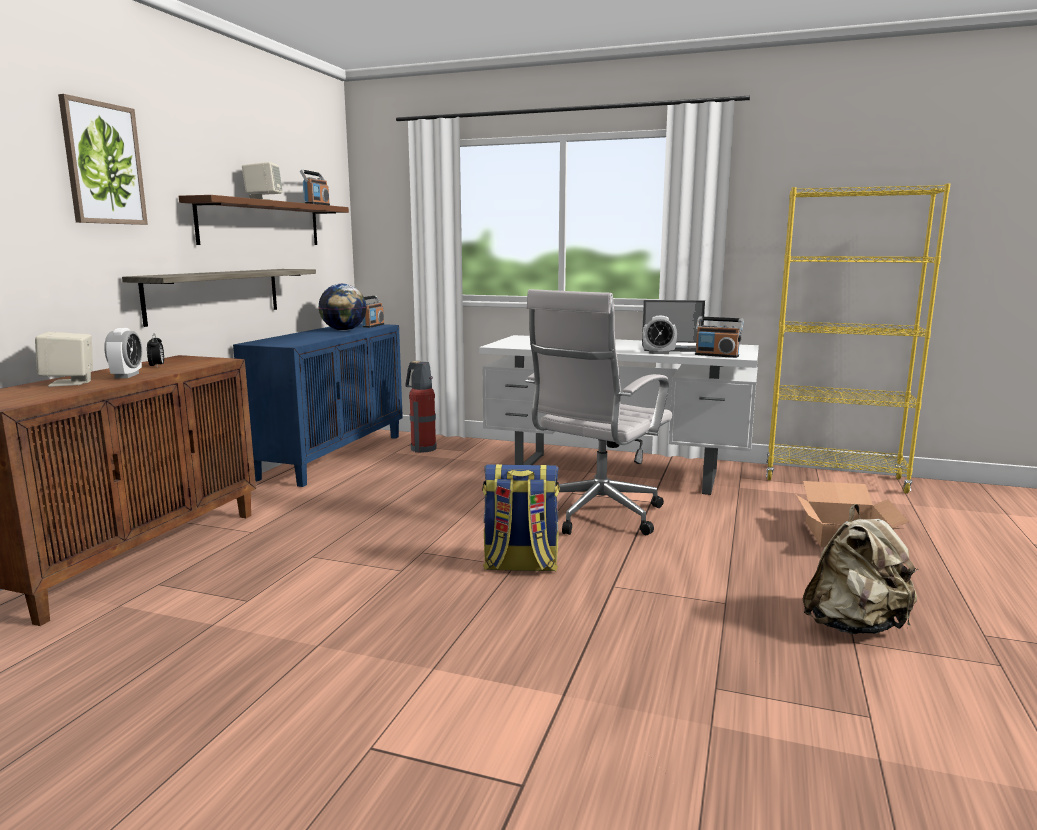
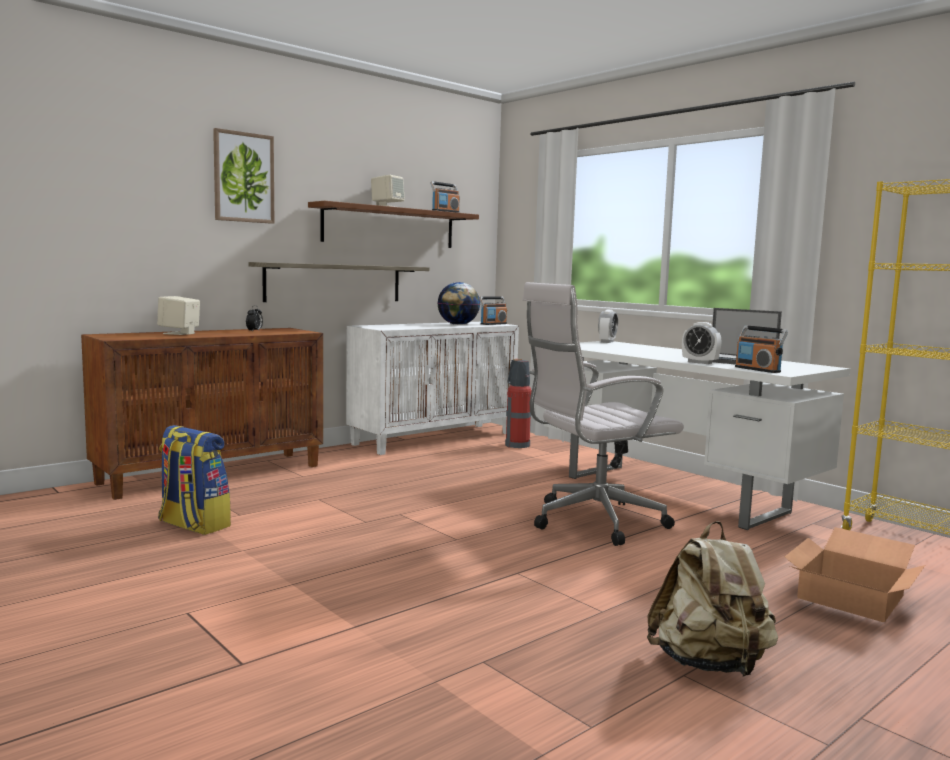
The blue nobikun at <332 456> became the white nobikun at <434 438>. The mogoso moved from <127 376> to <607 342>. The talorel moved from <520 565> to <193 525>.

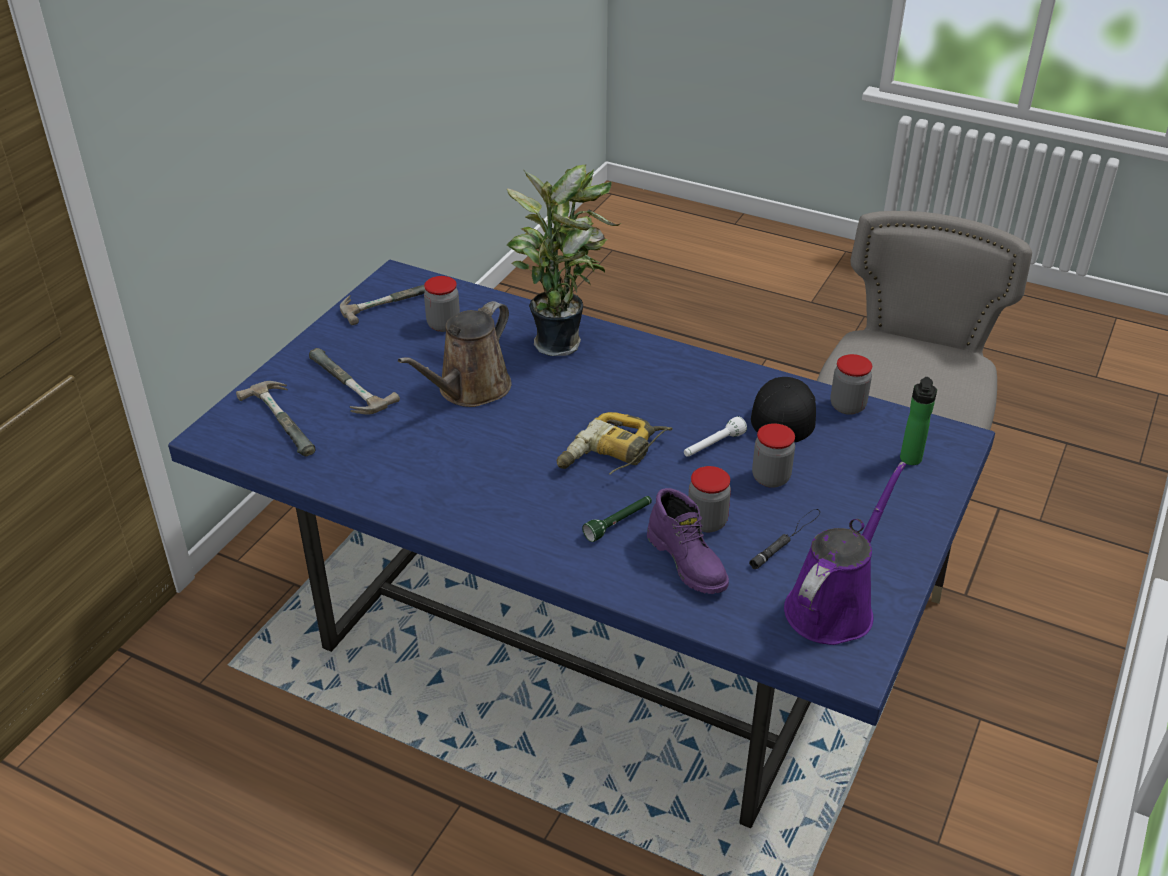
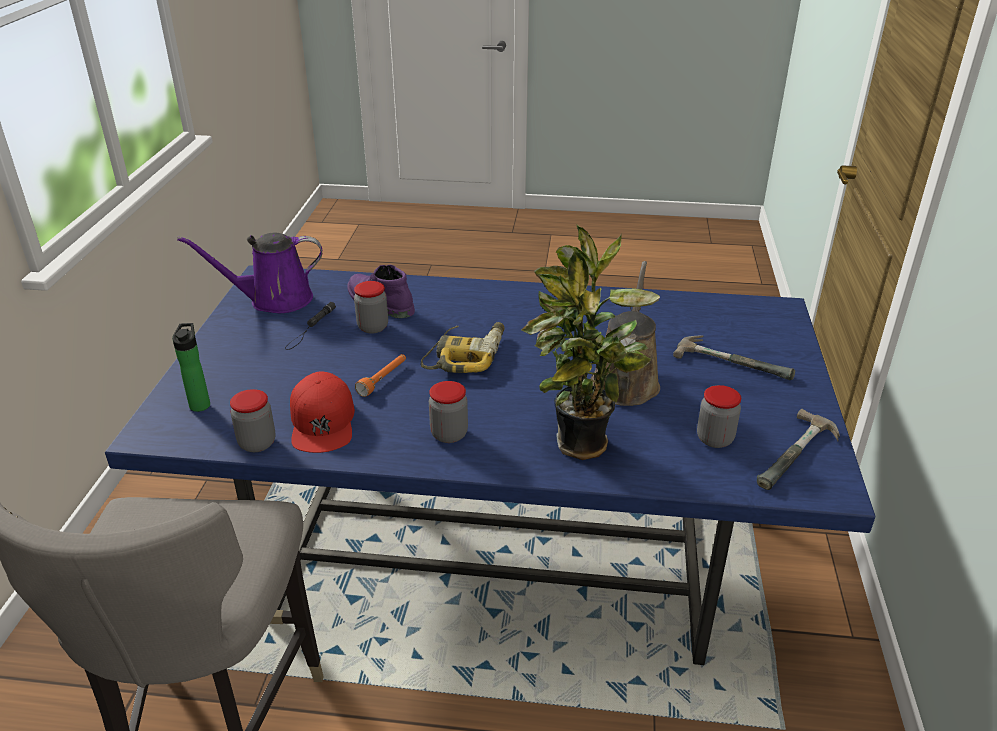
The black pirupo at <783 413> became the red pirupo at <323 422>. The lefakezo at <288 419> disappeared. The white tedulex at <713 446> became the orange tedulex at <383 379>. The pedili moved from <771 478> to <449 434>. The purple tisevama at <833 606> turned 60 degrees clockwise. The green tedulex at <619 523> disappeared.

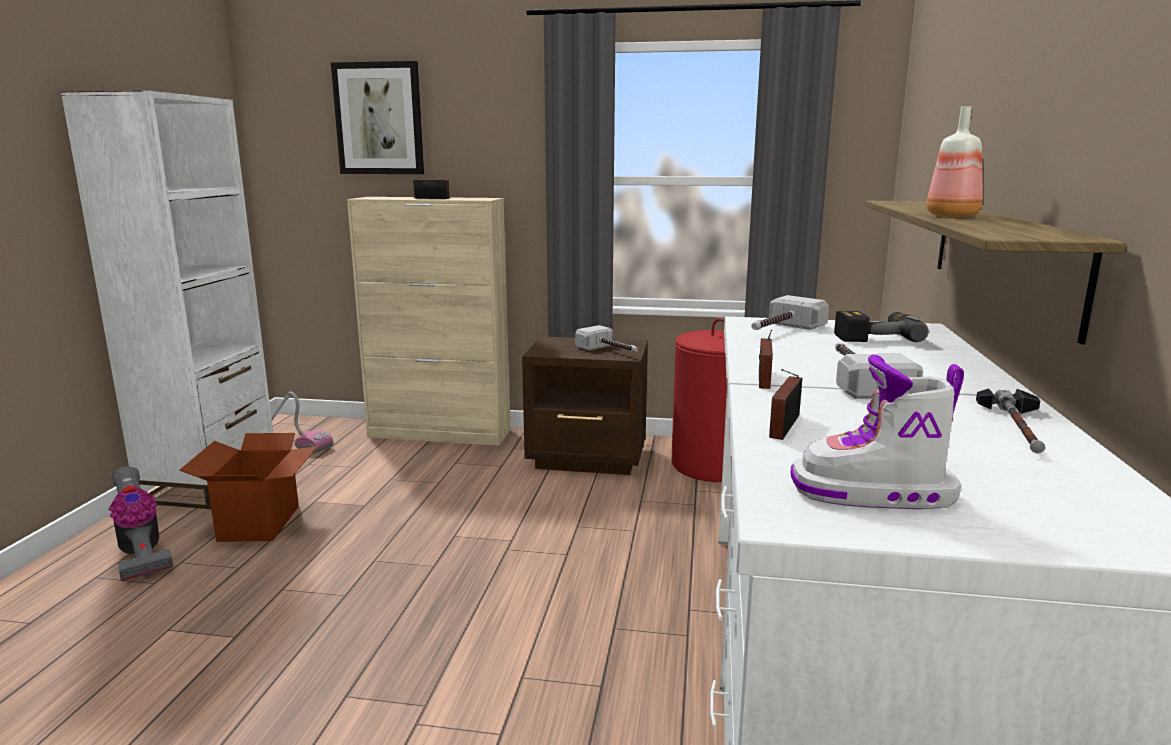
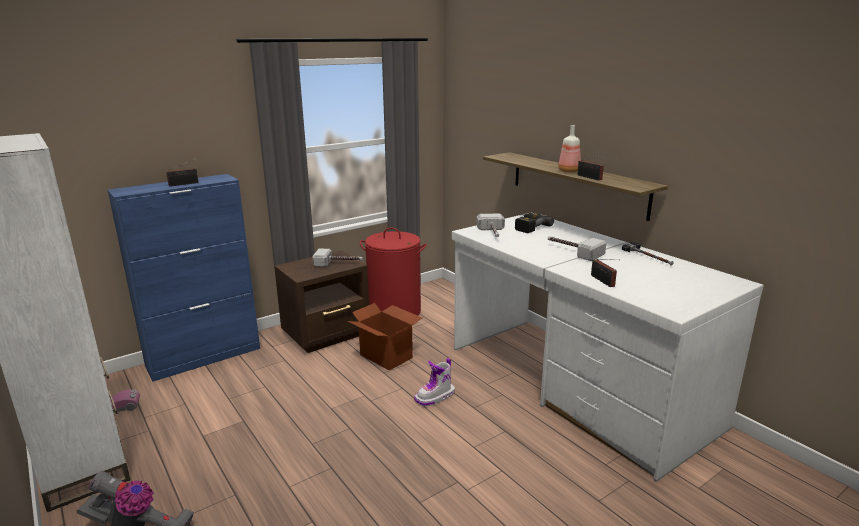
The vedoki at <379 119> disappeared. The beige nobikun at <440 434> became the blue nobikun at <205 357>. The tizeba moved from <763 380> to <590 178>. The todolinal moved from <873 494> to <435 397>. The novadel moved from <260 523> to <386 356>.

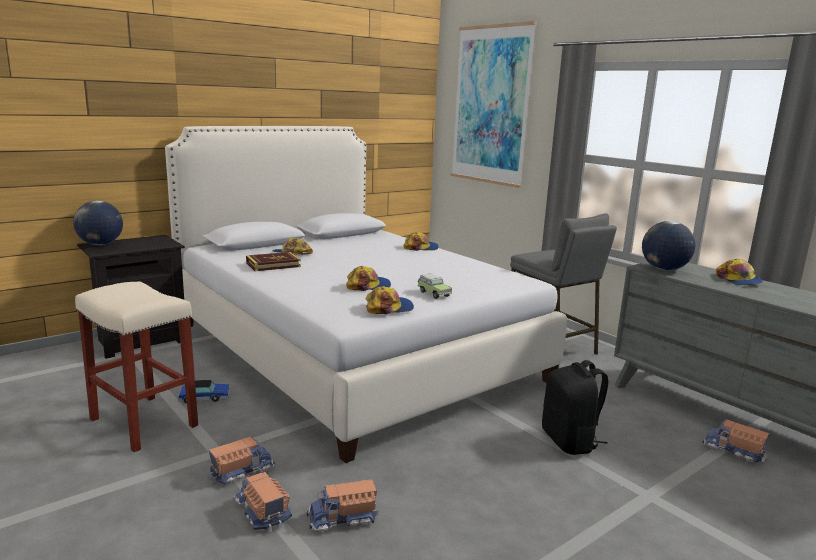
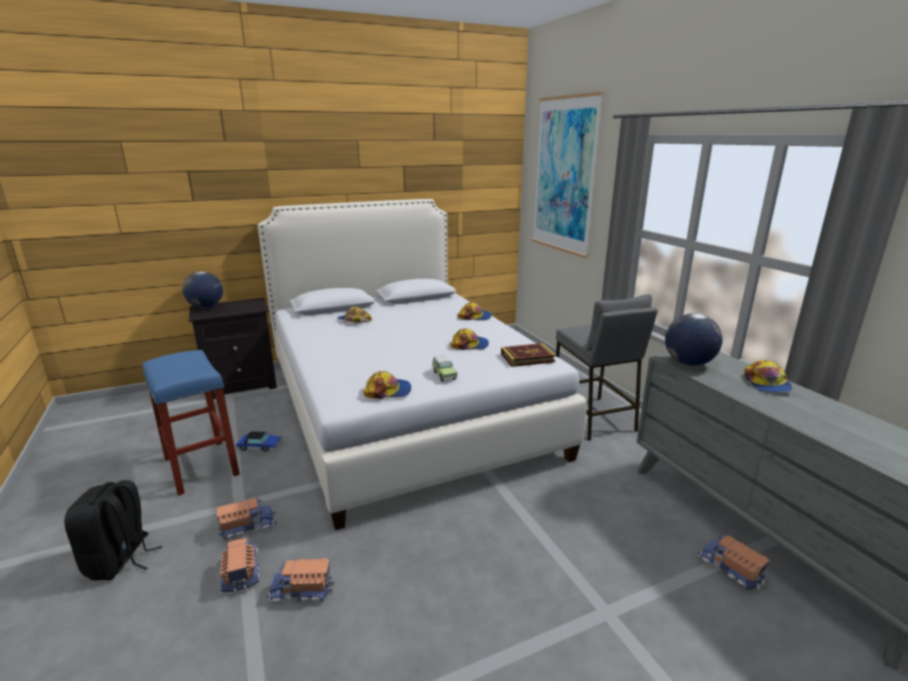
The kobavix moved from <273 265> to <527 358>. The pirupo moved from <368 286> to <469 345>. The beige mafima at <145 423> became the blue mafima at <202 467>. The black talorel moved from <570 441> to <120 560>.

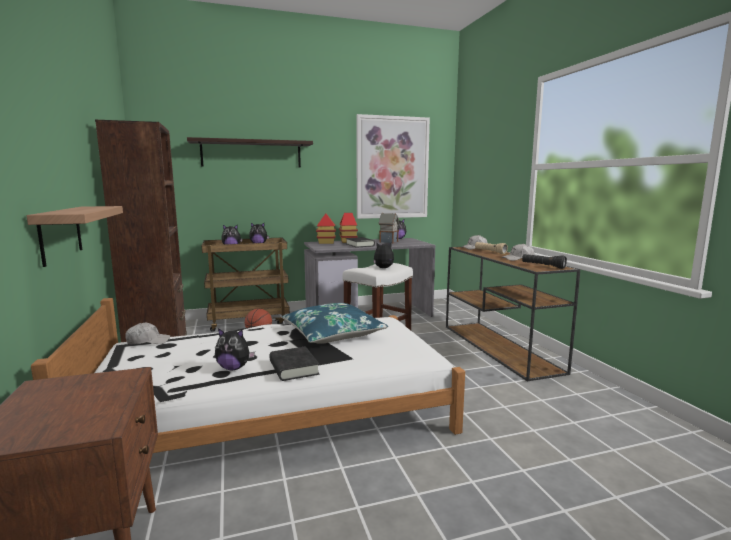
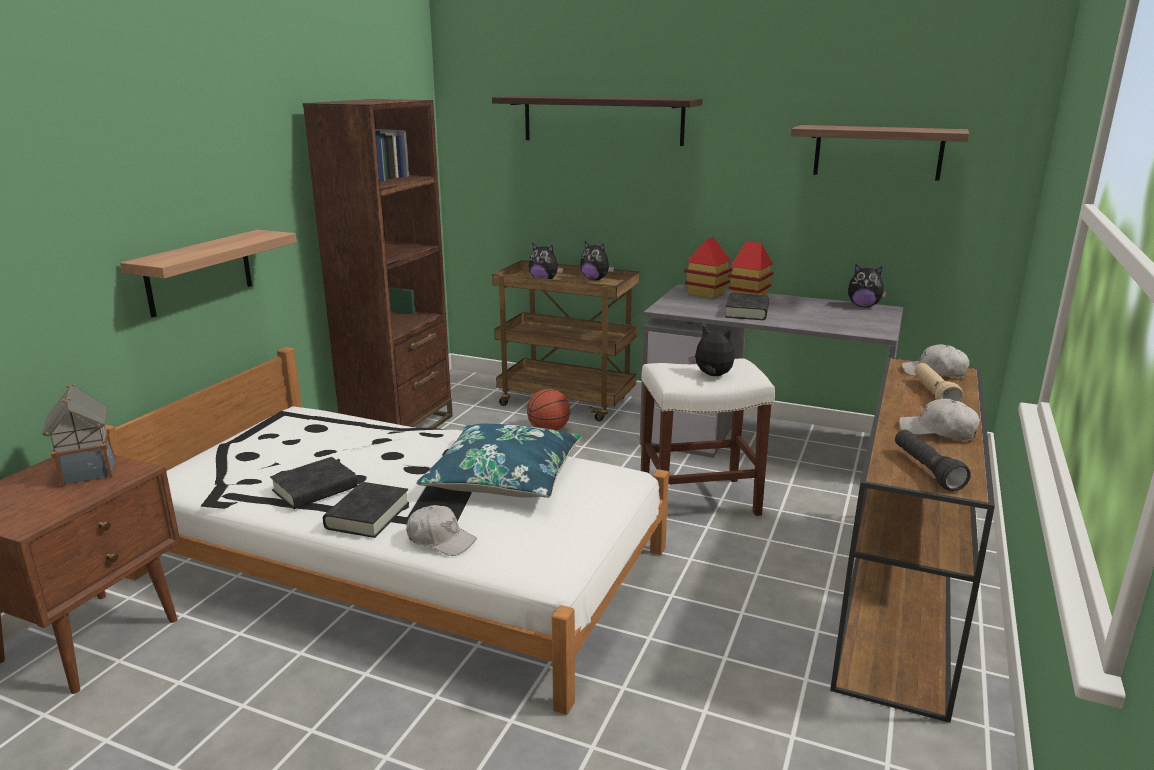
The vedoki at <392 168> was replaced by the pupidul at <877 152>. The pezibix moved from <388 242> to <88 472>. The white pirupo moved from <148 341> to <441 540>. The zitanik at <234 368> was replaced by the black kobavix at <315 489>.

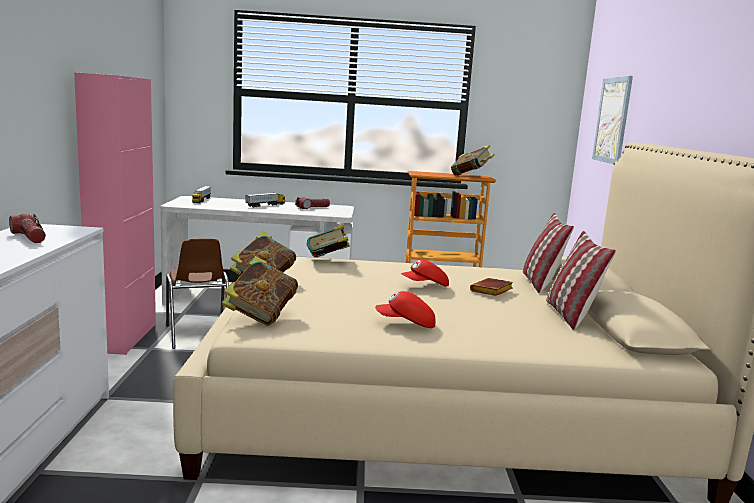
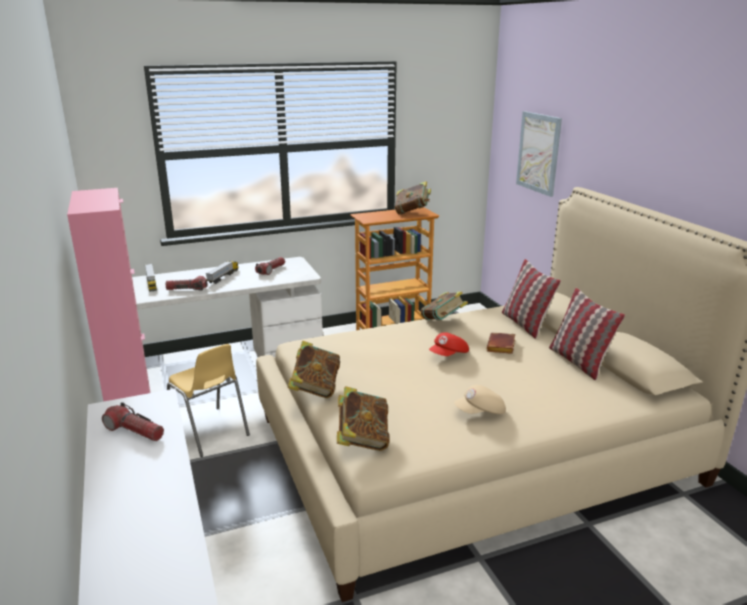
The kobavix moved from <328 261> to <443 322>. The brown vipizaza at <197 335> became the yellow vipizaza at <209 432>. The red pirupo at <406 324> became the beige pirupo at <480 412>. The tedulex at <187 289> appeared.

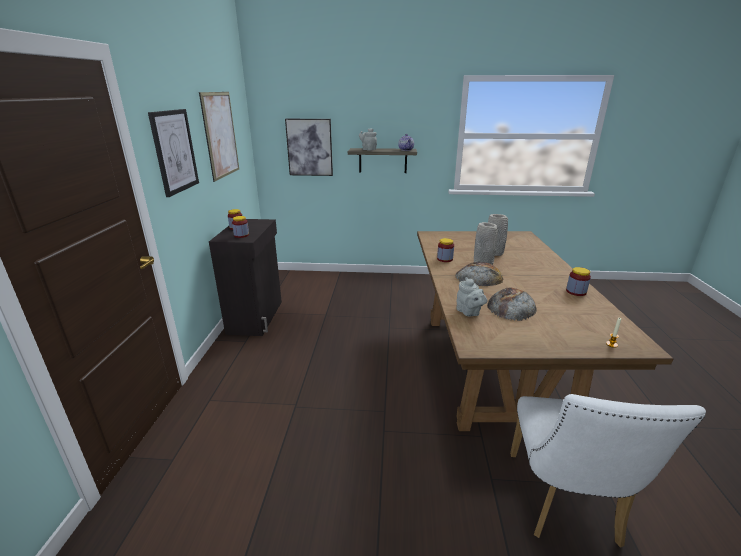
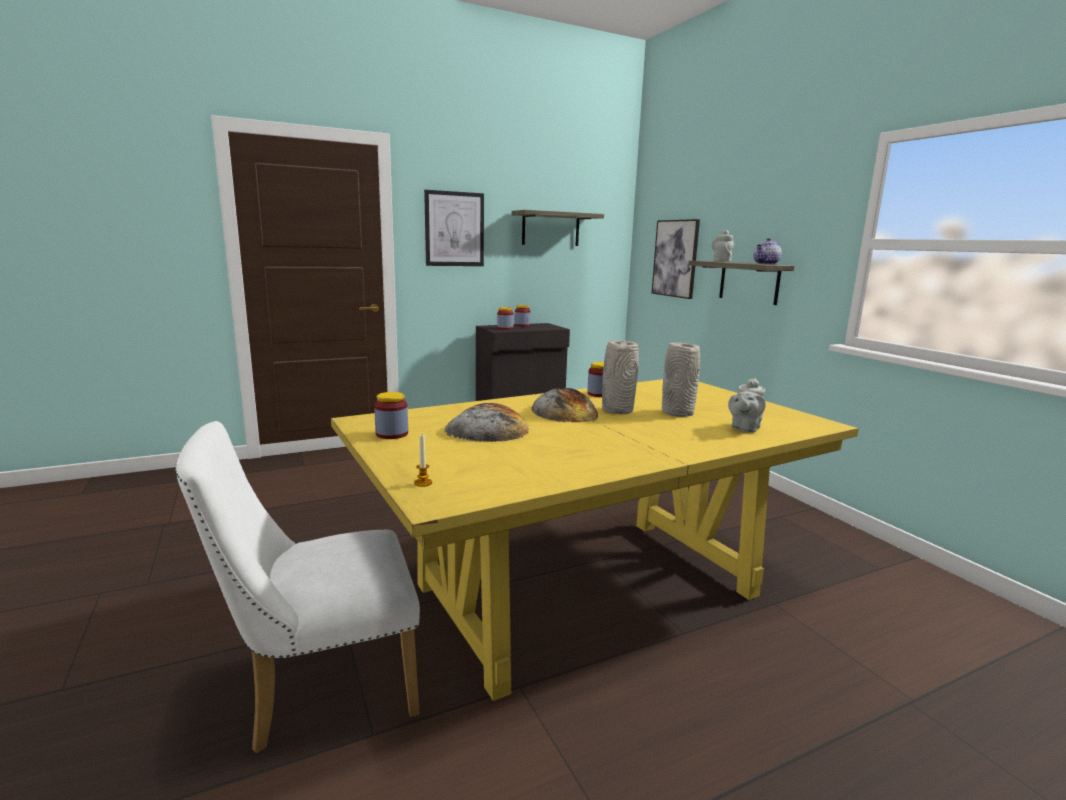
The vedoki at <220 135> was replaced by the pupidul at <550 229>. The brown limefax at <491 365> became the yellow limefax at <589 589>. The pedili moved from <576 292> to <392 434>. The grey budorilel moved from <469 312> to <744 428>.

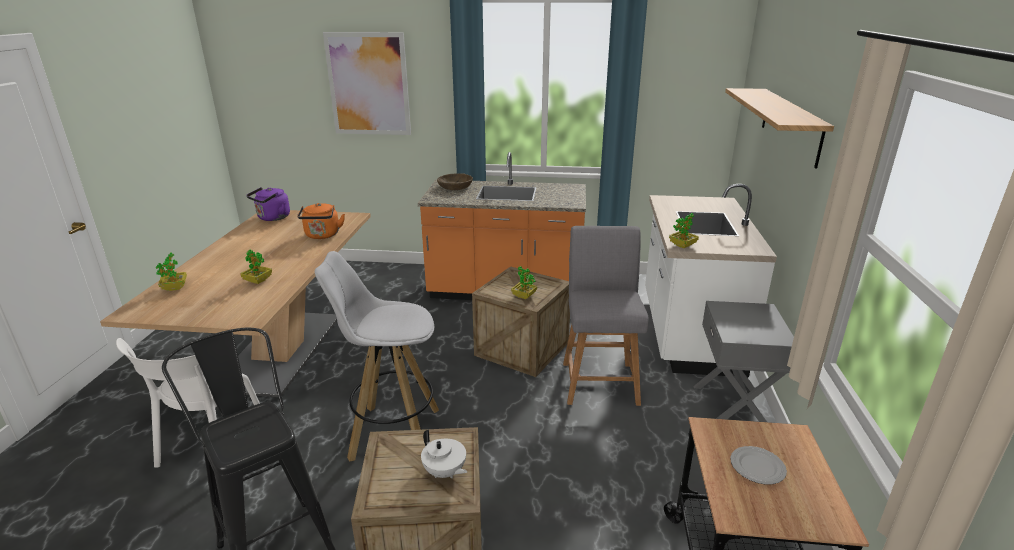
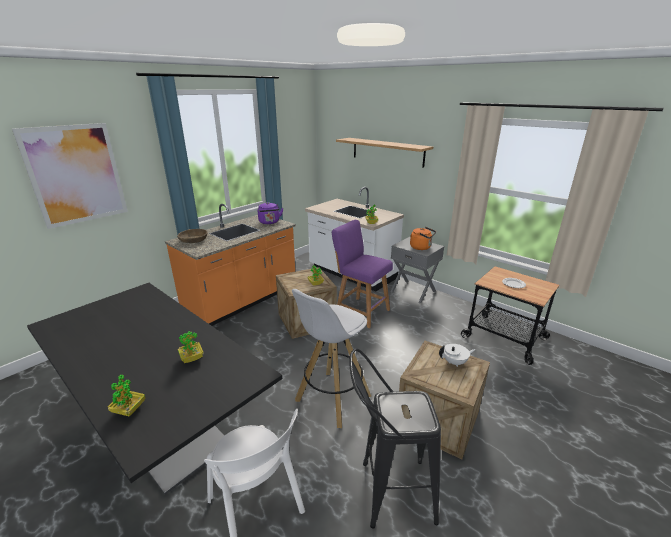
The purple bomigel moved from <272 218> to <269 222>. The orange bomigel moved from <322 236> to <421 247>. The beige limefax at <280 351> became the black limefax at <164 427>. The grey mafima at <599 380> became the purple mafima at <360 311>.

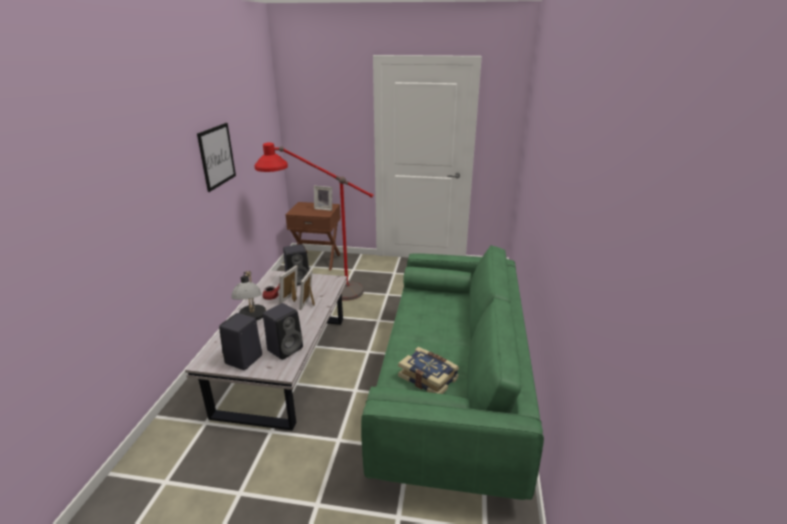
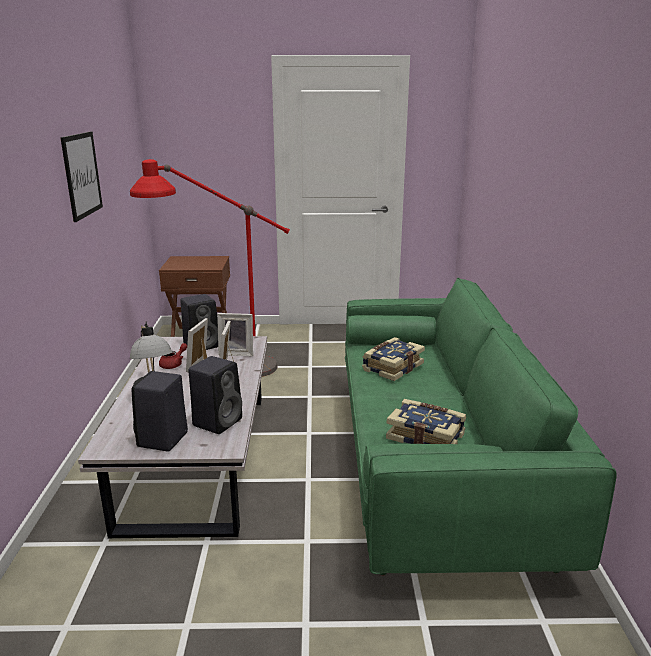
The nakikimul moved from <324 208> to <237 353>. The kobavix at <392 367> appeared.

